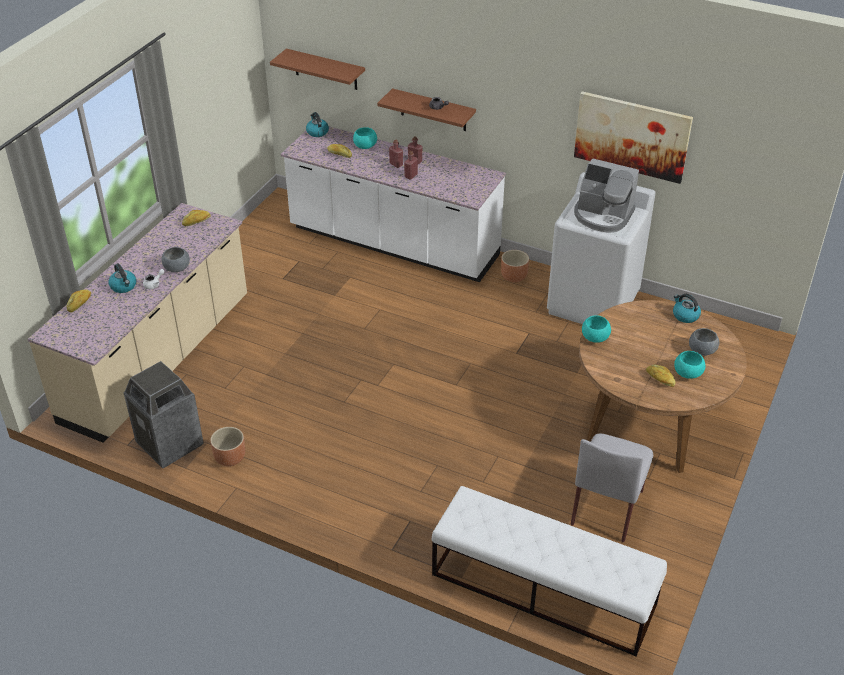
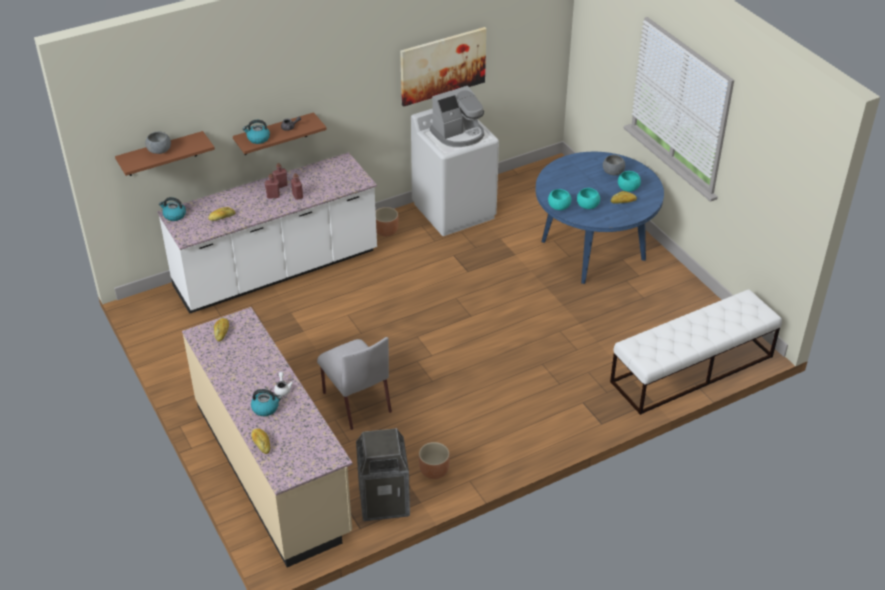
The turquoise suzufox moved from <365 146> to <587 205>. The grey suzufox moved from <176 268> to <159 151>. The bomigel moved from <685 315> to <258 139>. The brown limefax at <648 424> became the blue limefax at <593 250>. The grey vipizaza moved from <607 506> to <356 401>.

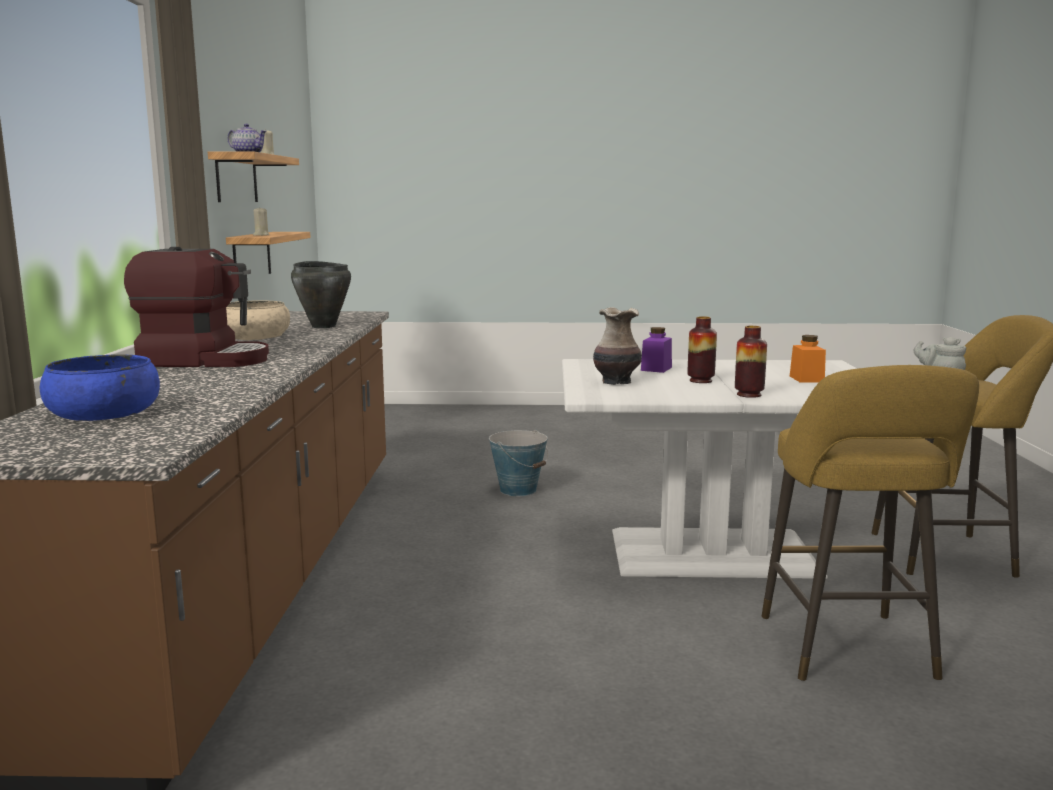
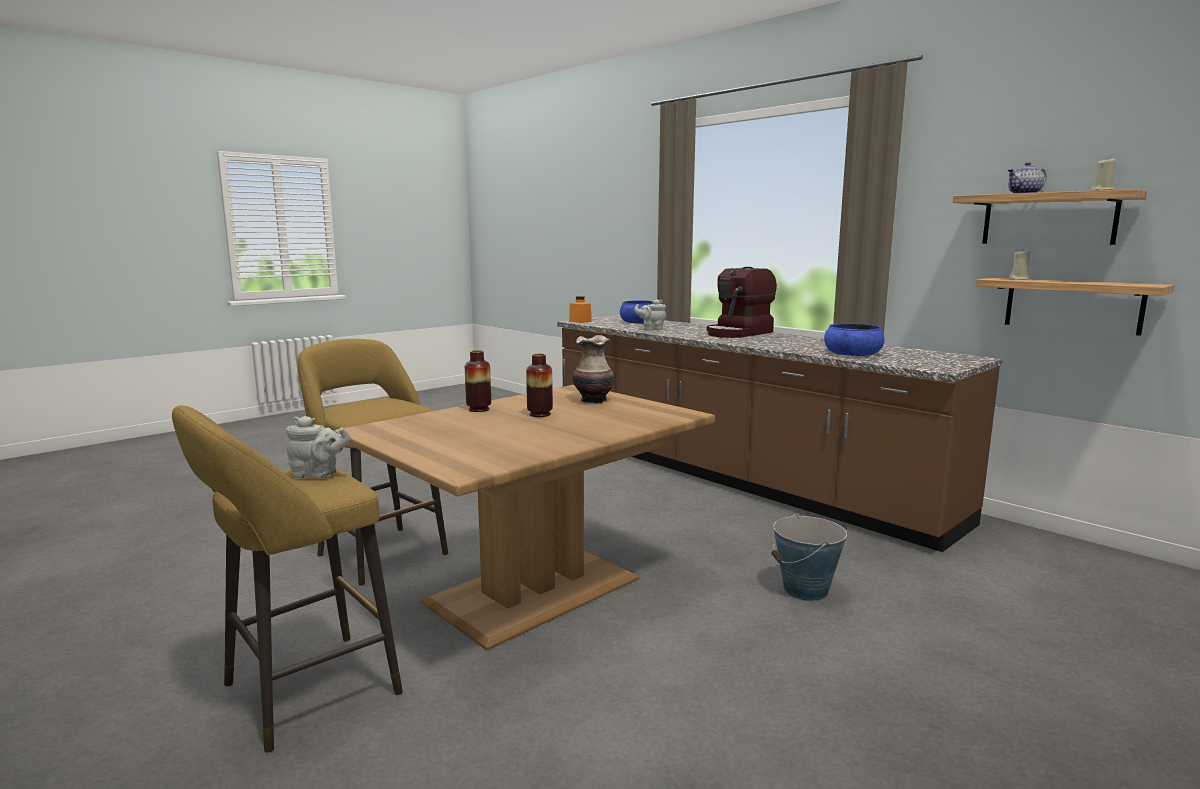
The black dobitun at <323 326> was replaced by the blue suzufox at <852 353>. The beige suzufox at <255 337> disappeared. The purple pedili at <656 369> disappeared. The orange pedili moved from <806 379> to <580 321>. The white limefax at <711 552> became the brown limefax at <535 591>. The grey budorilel at <651 329> appeared.

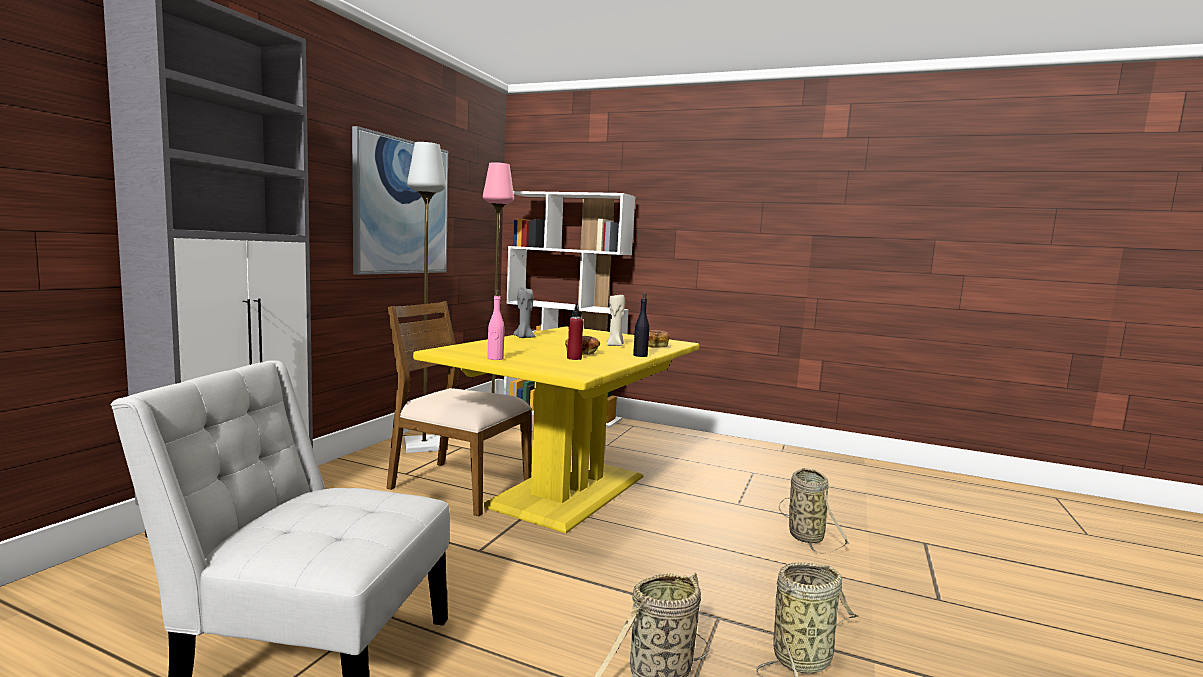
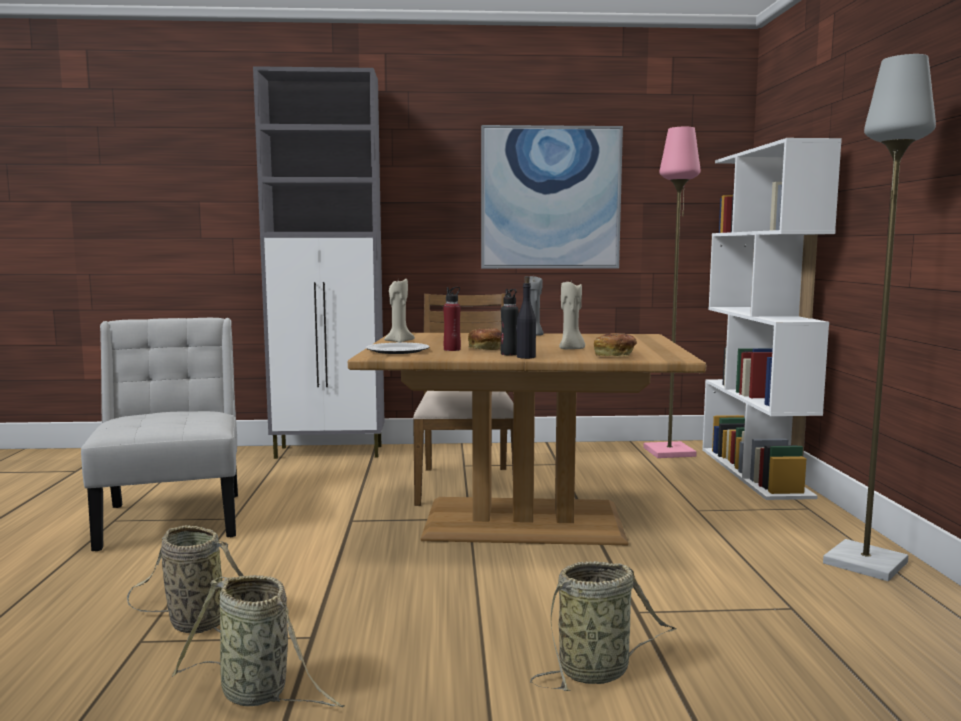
The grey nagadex moved from <425 445> to <866 563>. The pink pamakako at <495 358> was replaced by the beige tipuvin at <399 341>. The yellow limefax at <566 490> became the brown limefax at <523 521>. The black pamakako at <509 354> appeared. The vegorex at <397 351> appeared.

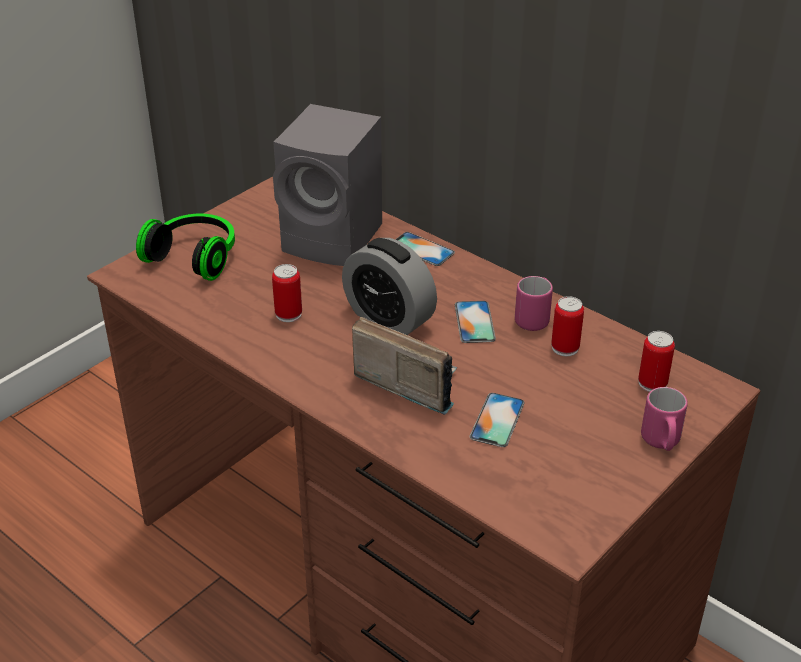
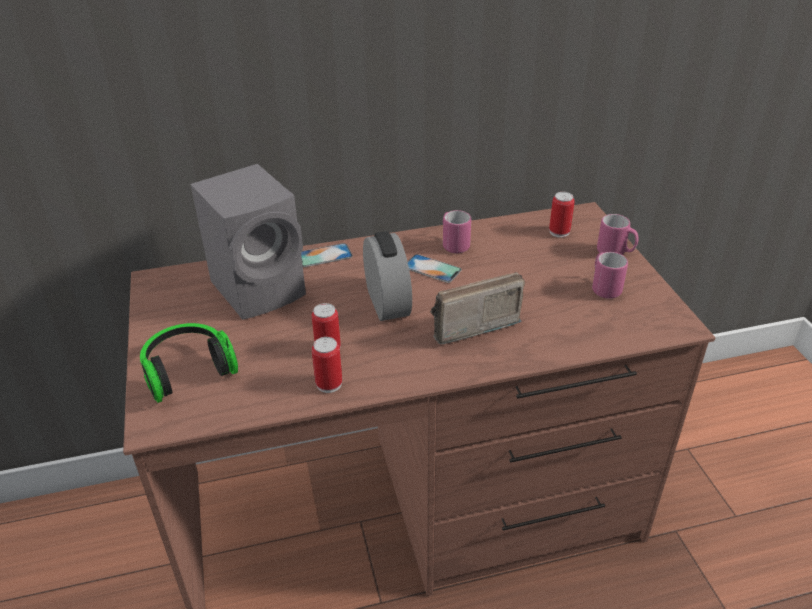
The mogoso at <389 318> turned 90 degrees counterclockwise. The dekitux moved from <565 348> to <329 384>. The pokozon at <497 420> disappeared. The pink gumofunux at <603 288> appeared.

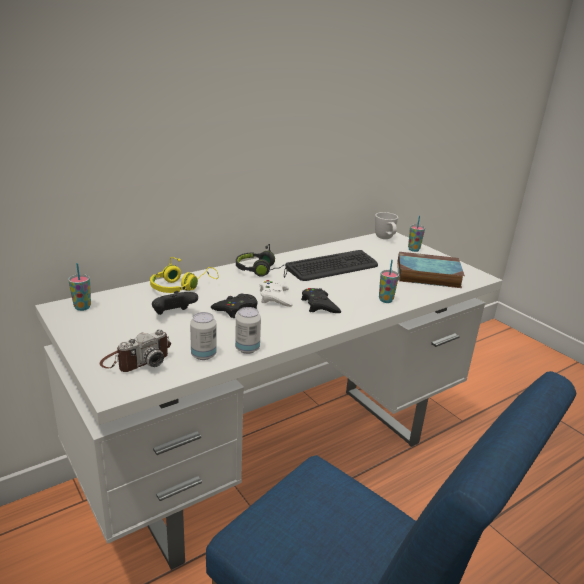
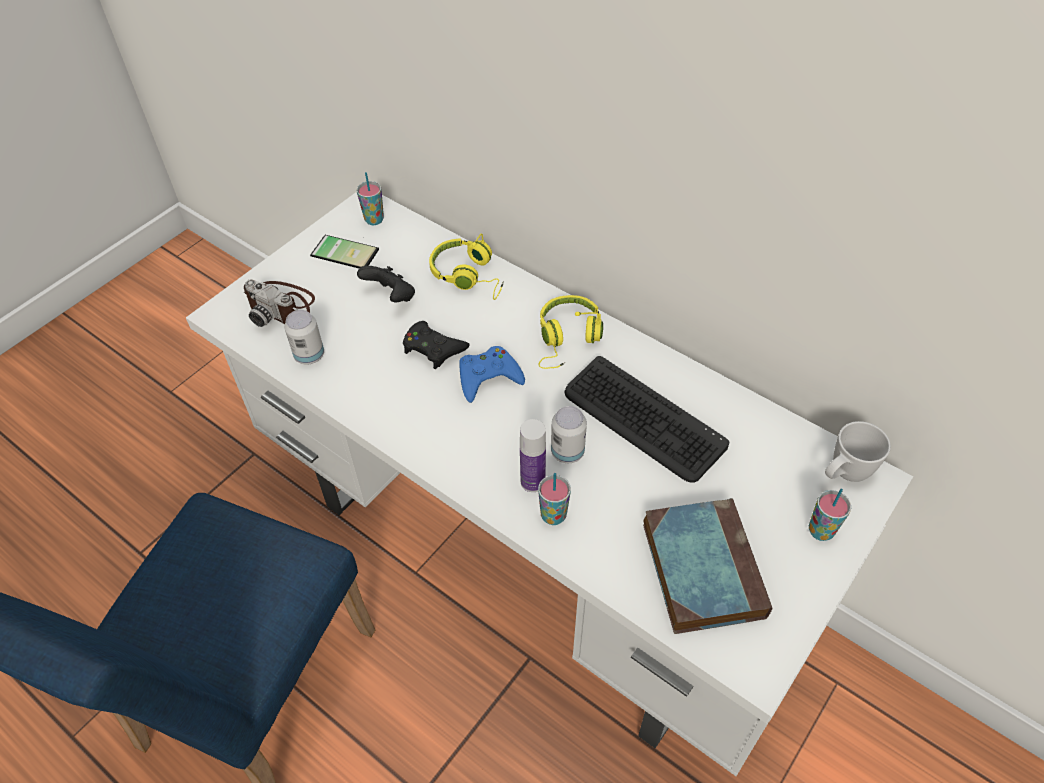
The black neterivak at <262 271> became the yellow neterivak at <567 339>. The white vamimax at <275 298> became the blue vamimax at <488 377>. The black vamimax at <319 305> disappeared. The dekitux moved from <247 349> to <567 452>. The pokozon at <346 250> appeared. The pamakako at <532 481> appeared.

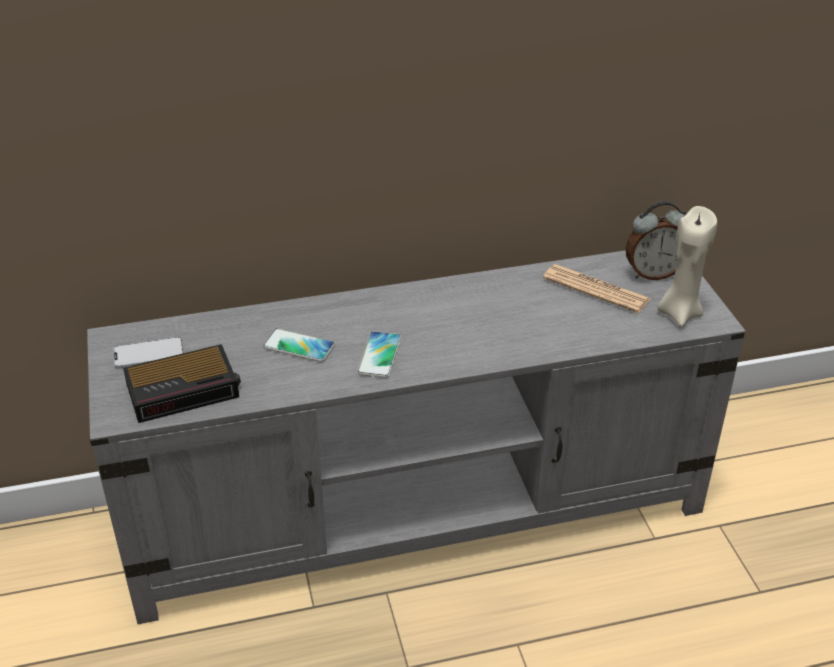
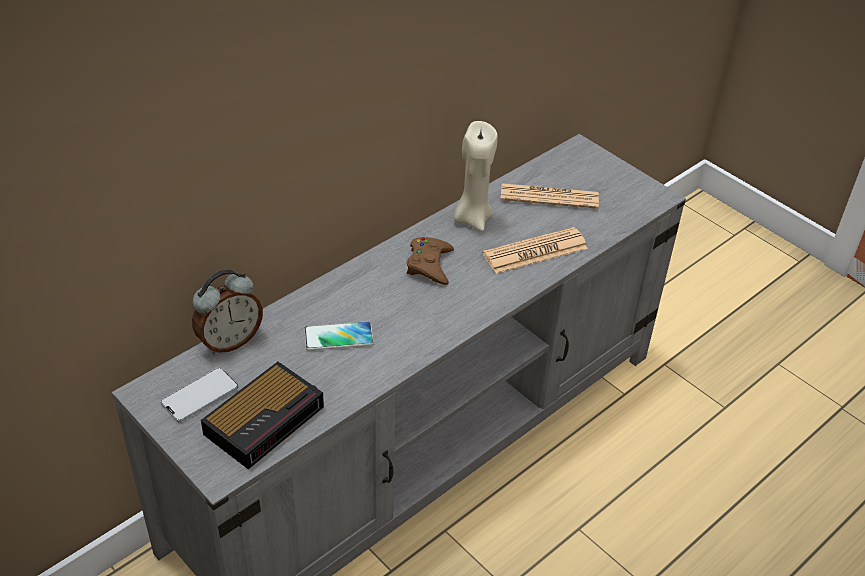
The mogoso moved from <653 273> to <229 341>. The beige tipuvin moved from <679 313> to <472 218>. The pokozon at <379 355> disappeared. The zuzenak at <535 251> appeared. The brown vamimax at <429 265> appeared.

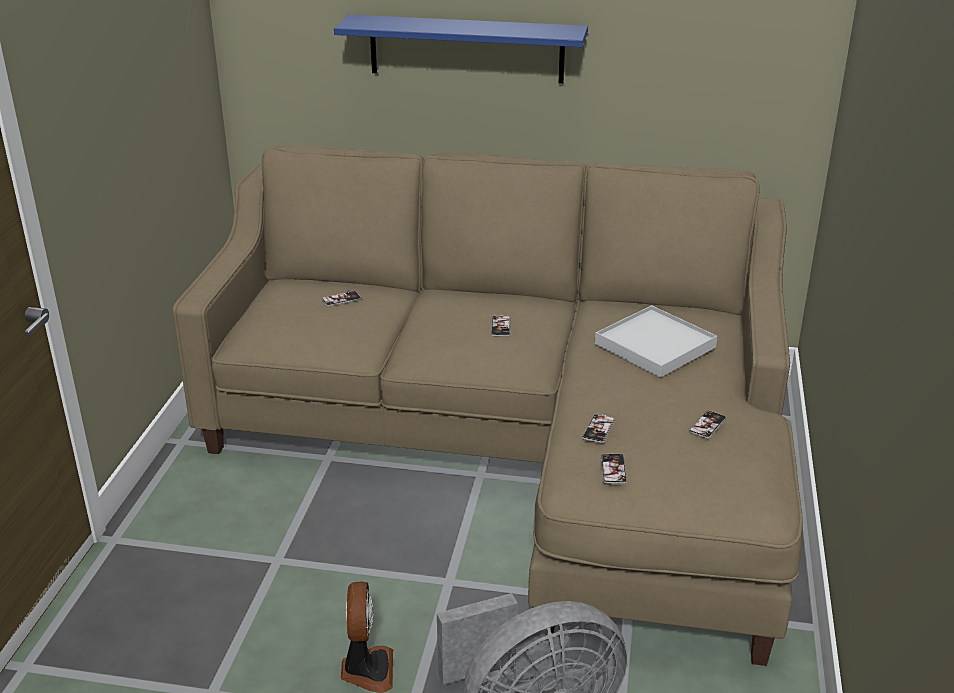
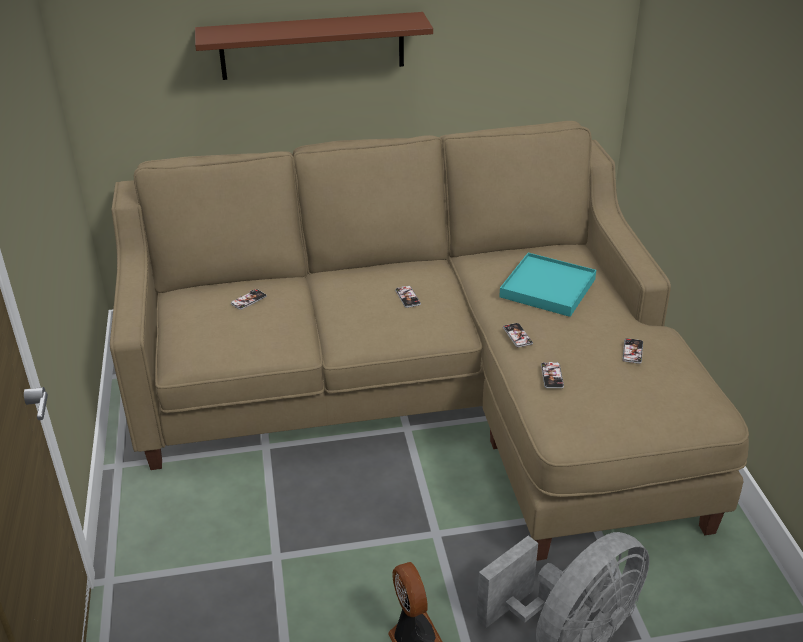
The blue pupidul at <466 49> became the brown pupidul at <312 46>. The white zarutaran at <655 346> became the turquoise zarutaran at <548 288>. The pokozon moved from <613 469> to <517 335>.

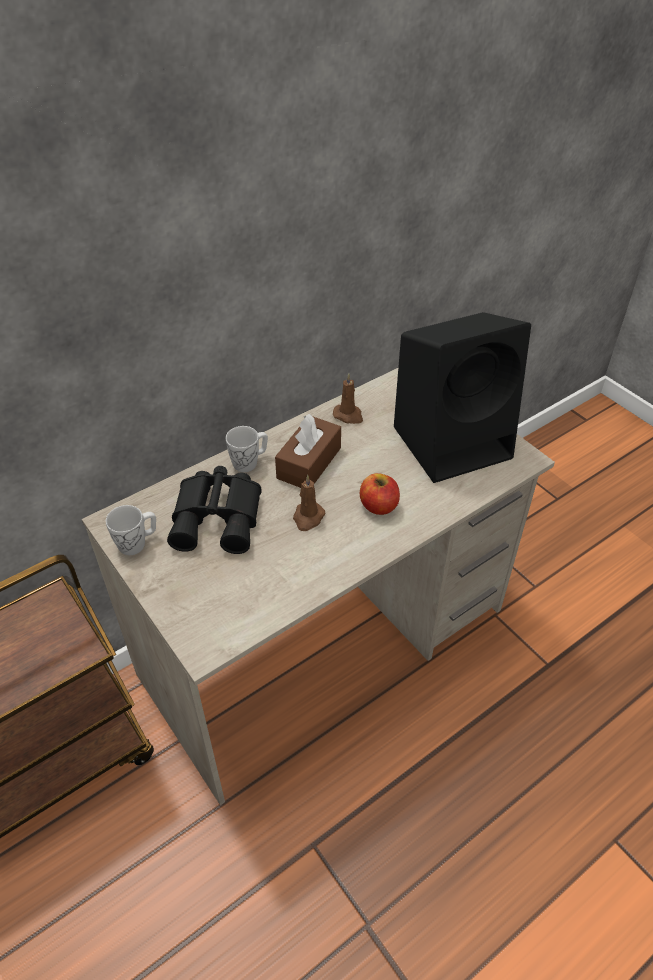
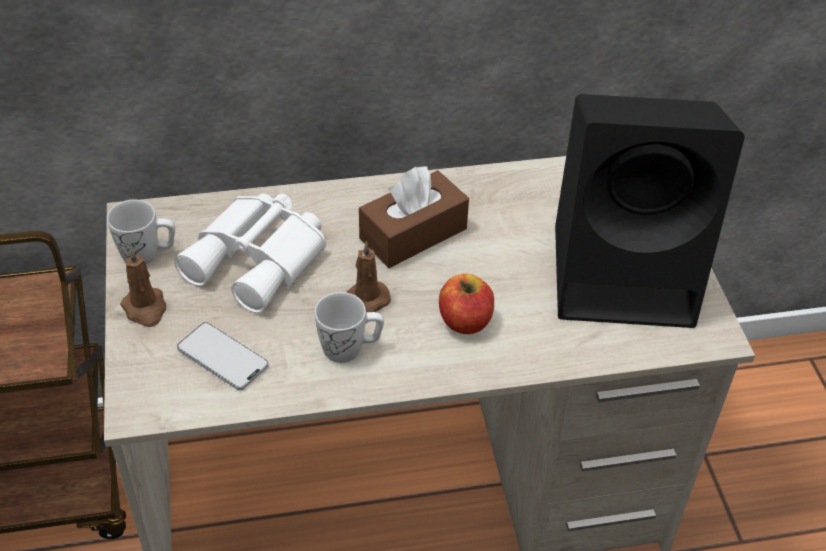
The brown tipuvin moved from <348 415> to <145 309>. The white gumofunux moved from <249 462> to <350 348>. The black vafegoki at <219 517> became the white vafegoki at <260 259>. The pokozon at <222 357> appeared.

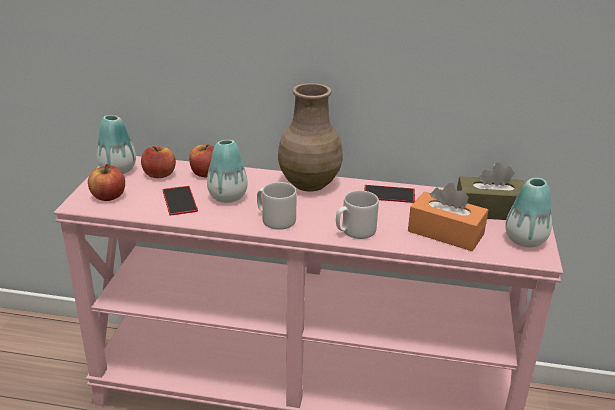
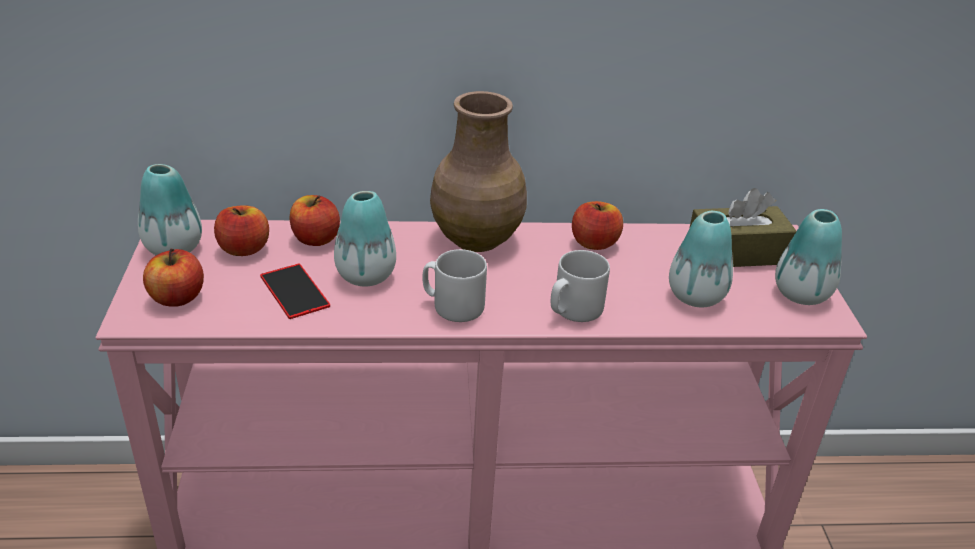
The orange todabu at <445 233> was replaced by the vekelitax at <696 296>. The pokozon at <389 194> was replaced by the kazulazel at <594 243>.

